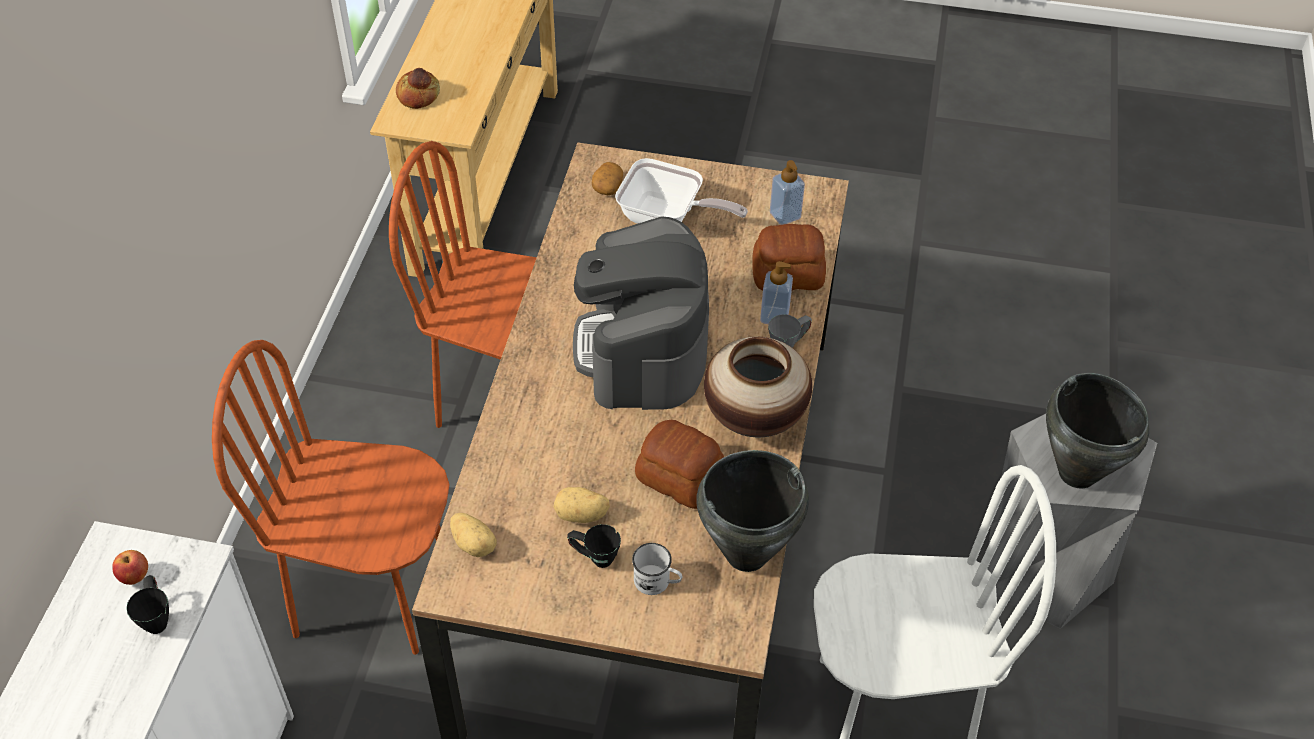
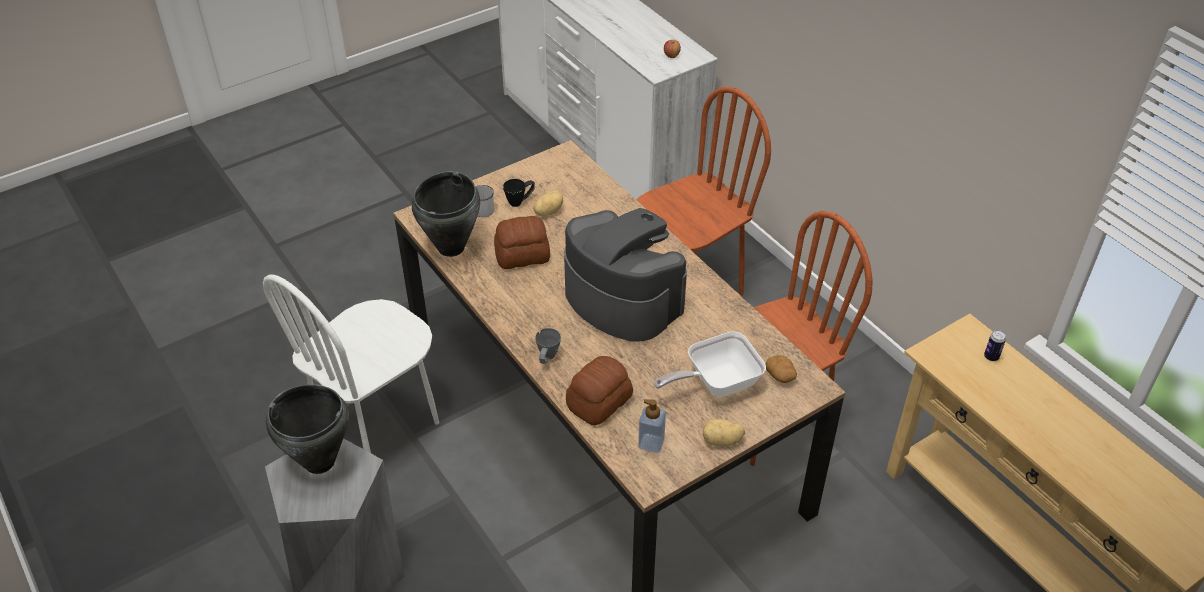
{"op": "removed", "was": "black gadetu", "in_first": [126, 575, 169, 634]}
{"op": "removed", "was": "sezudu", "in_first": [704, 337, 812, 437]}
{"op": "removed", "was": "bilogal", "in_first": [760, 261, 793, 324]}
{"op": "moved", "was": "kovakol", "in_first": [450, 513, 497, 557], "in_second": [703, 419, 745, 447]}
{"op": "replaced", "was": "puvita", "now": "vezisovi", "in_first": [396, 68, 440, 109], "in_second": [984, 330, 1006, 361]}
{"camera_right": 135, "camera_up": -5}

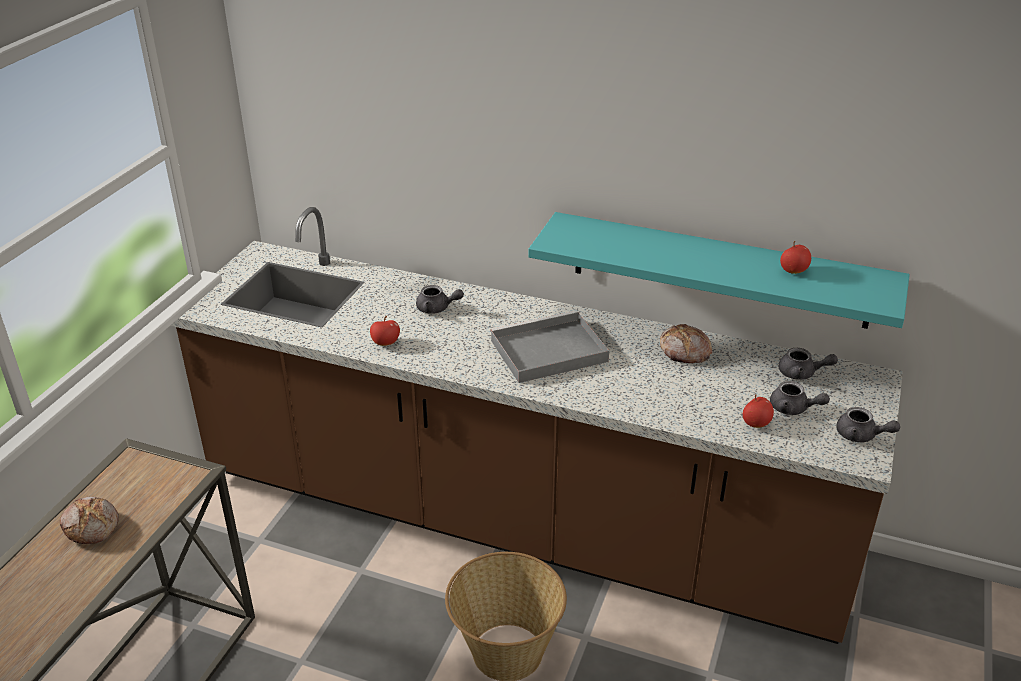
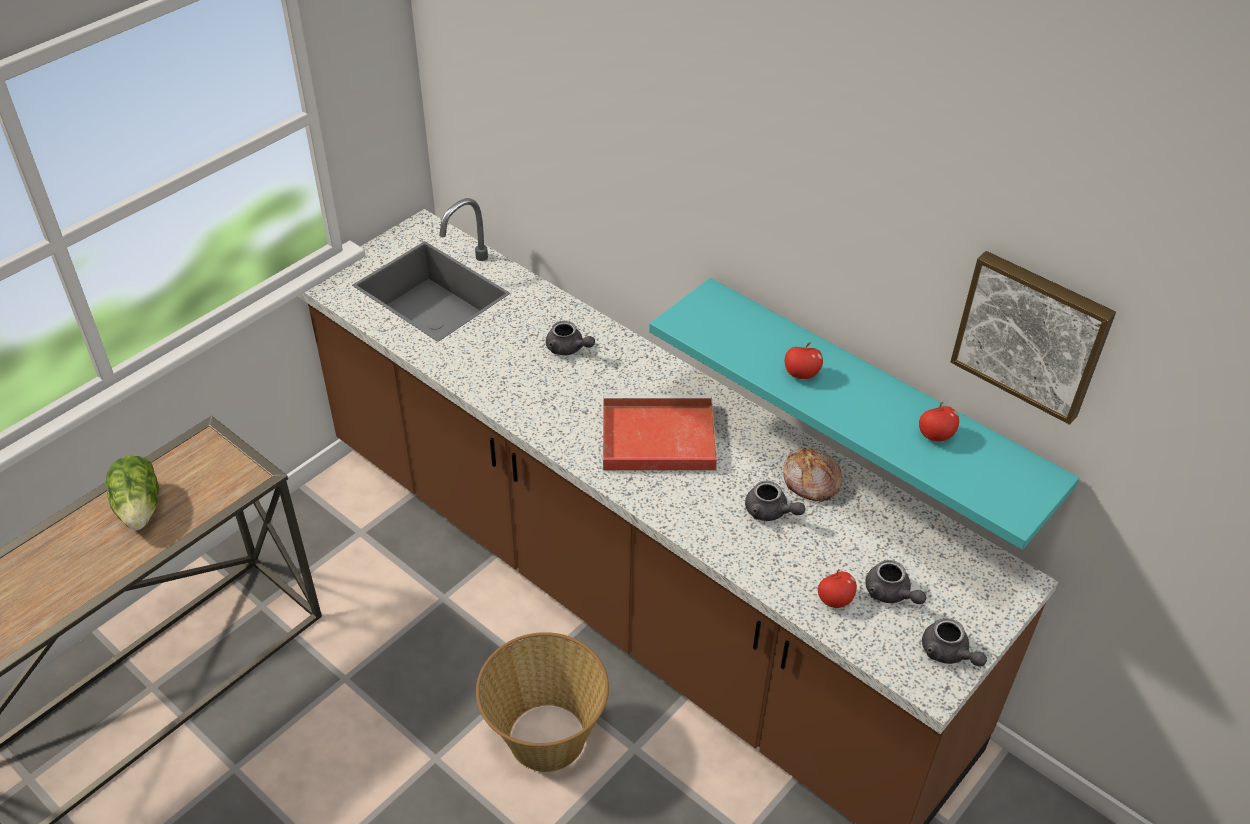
{"op": "added", "now": "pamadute", "in_second": [950, 251, 1116, 425]}
{"op": "moved", "was": "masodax", "in_first": [370, 316, 400, 346], "in_second": [785, 343, 823, 379]}
{"op": "moved", "was": "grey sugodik", "in_first": [779, 348, 838, 380], "in_second": [745, 481, 806, 521]}
{"op": "replaced", "was": "puvita", "now": "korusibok", "in_first": [60, 497, 119, 544], "in_second": [106, 455, 159, 530]}
{"op": "recoloured", "was": "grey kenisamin", "now": "red kenisamin", "in_first": [490, 311, 609, 383], "in_second": [603, 395, 717, 471]}
{"camera_right": 20, "camera_up": 10}

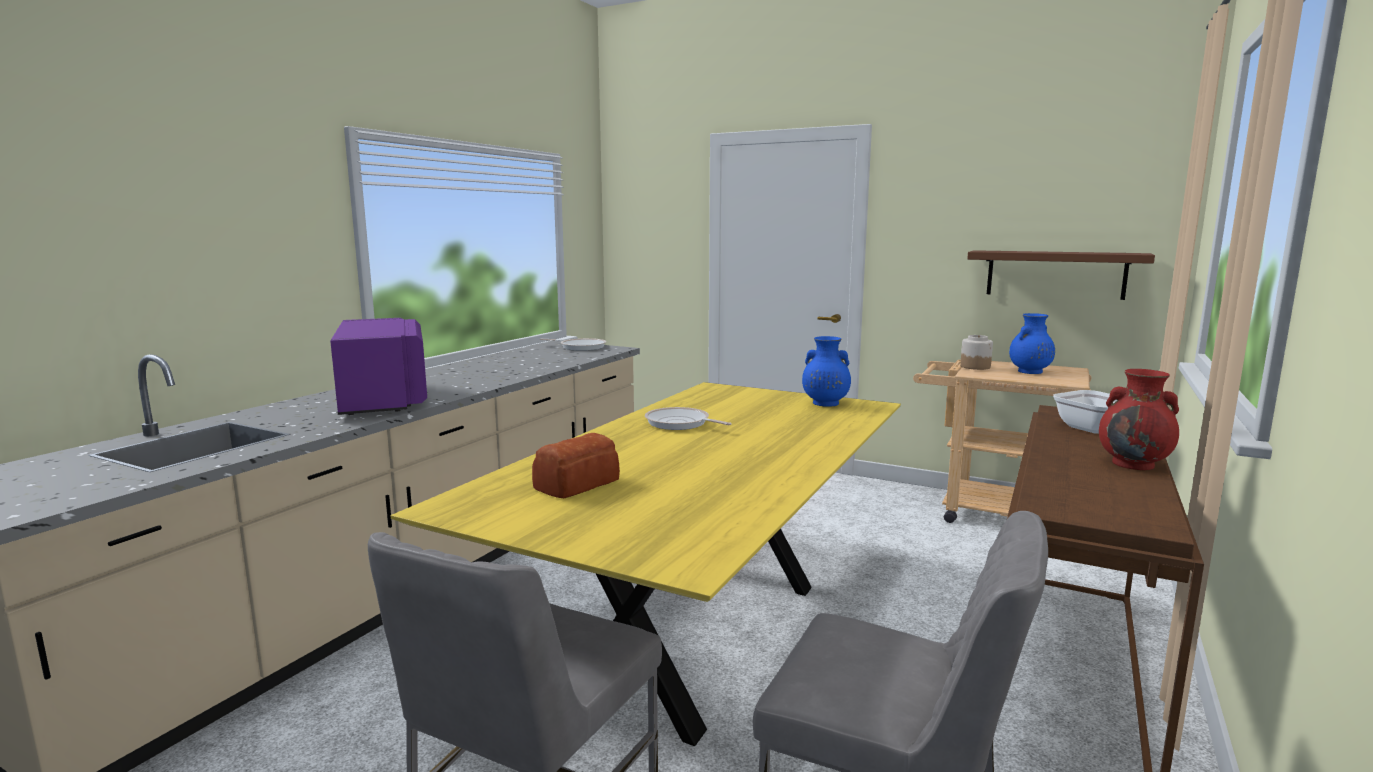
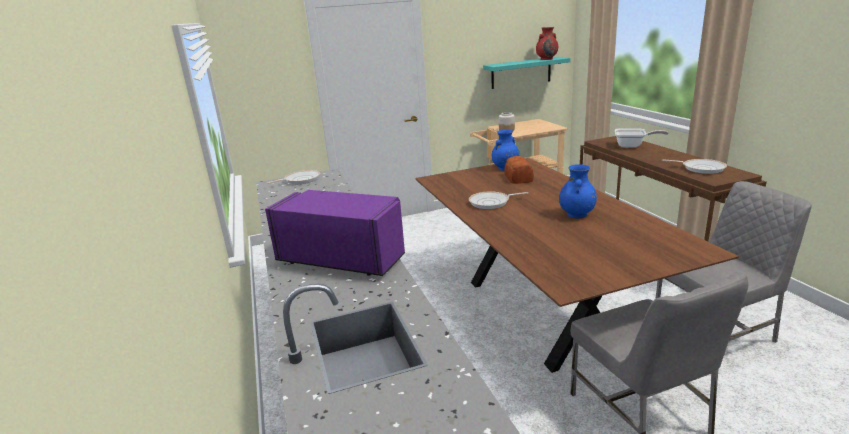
{"op": "added", "now": "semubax", "in_second": [662, 159, 727, 174]}
{"op": "moved", "was": "puvita", "in_first": [532, 433, 620, 498], "in_second": [504, 156, 534, 184]}
{"op": "moved", "was": "blue sezudu", "in_first": [1009, 313, 1055, 374], "in_second": [559, 164, 597, 218]}
{"op": "moved", "was": "red sezudu", "in_first": [1099, 369, 1179, 470], "in_second": [536, 27, 558, 60]}
{"op": "recoloured", "was": "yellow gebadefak", "now": "brown gebadefak", "in_first": [390, 382, 901, 746], "in_second": [415, 158, 739, 373]}
{"op": "recoloured", "was": "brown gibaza", "now": "turquoise gibaza", "in_first": [967, 250, 1155, 300], "in_second": [483, 57, 571, 89]}
{"camera_right": -45, "camera_up": 10}

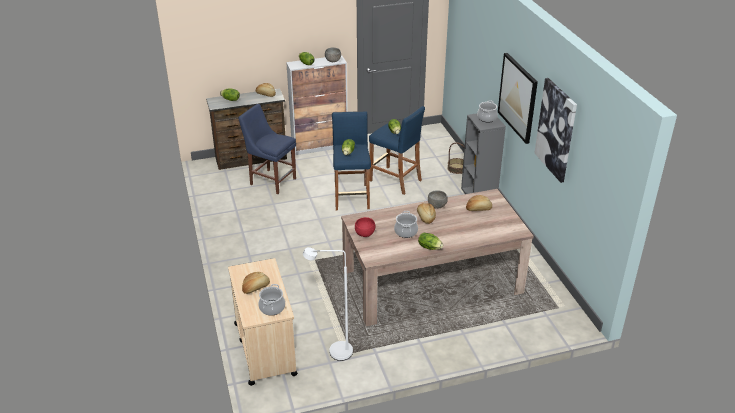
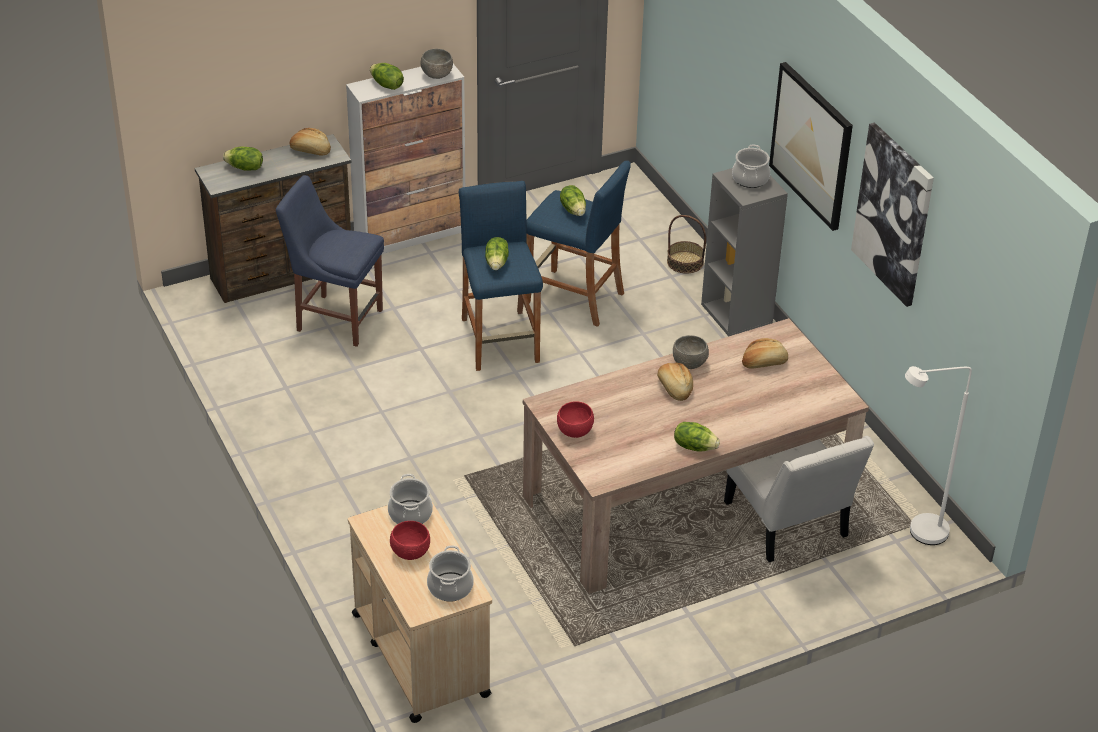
{"op": "added", "now": "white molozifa", "in_second": [724, 436, 874, 562]}
{"op": "moved", "was": "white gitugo", "in_first": [303, 247, 353, 361], "in_second": [905, 366, 972, 545]}
{"op": "moved", "was": "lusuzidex", "in_first": [394, 211, 418, 238], "in_second": [388, 474, 433, 524]}
{"op": "replaced", "was": "puvita", "now": "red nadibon", "in_first": [242, 272, 270, 294], "in_second": [390, 521, 430, 560]}
{"camera_right": -10, "camera_up": 5}

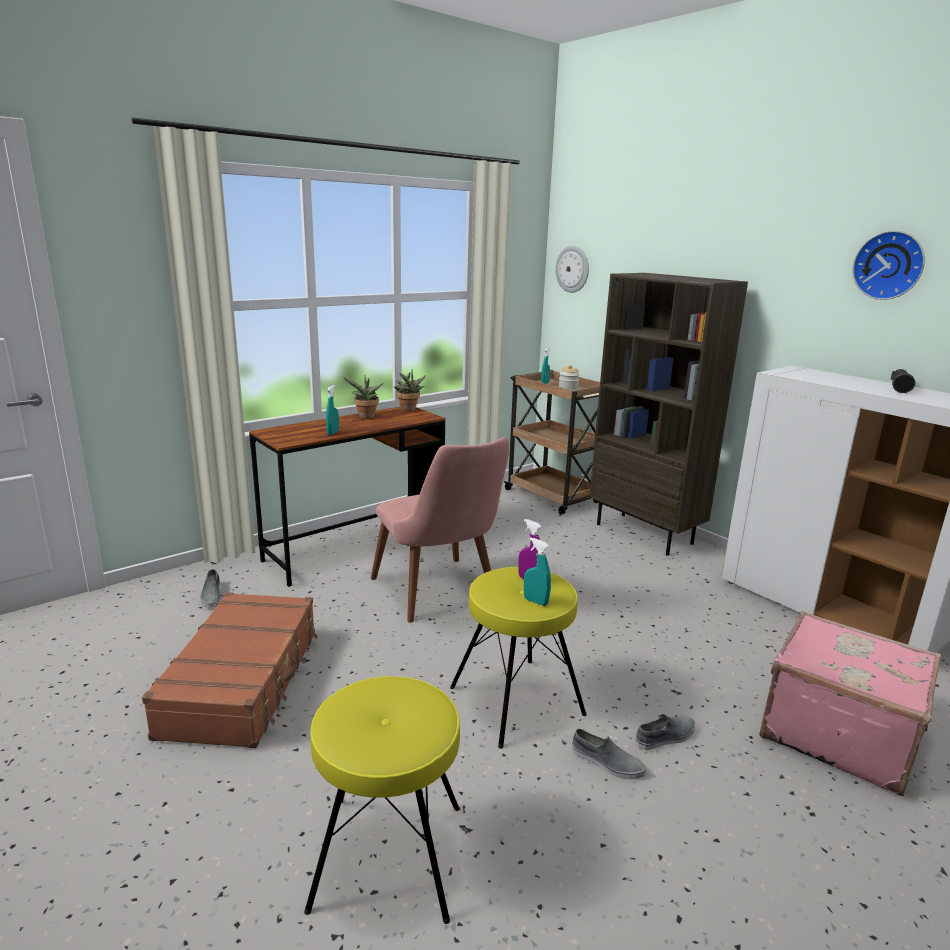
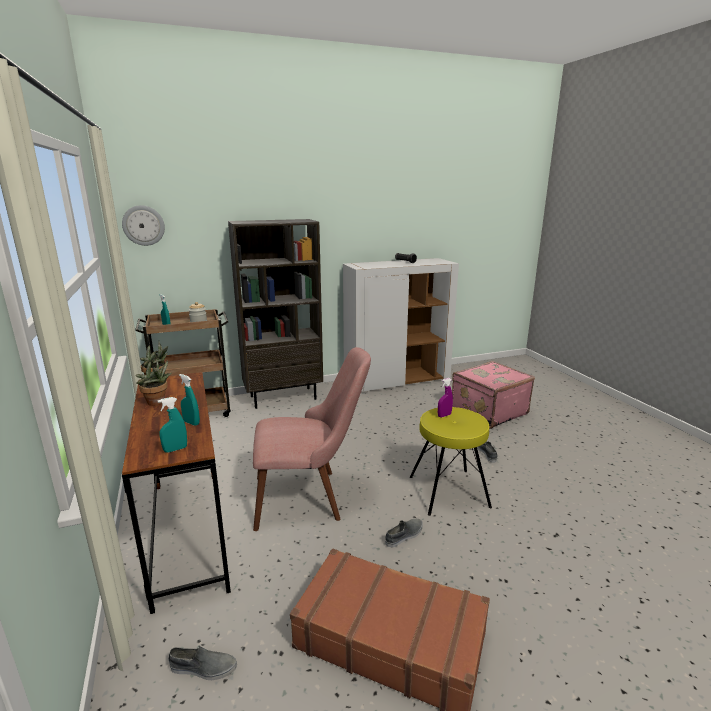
{"op": "removed", "was": "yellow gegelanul", "in_first": [304, 676, 460, 924]}
{"op": "removed", "was": "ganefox", "in_first": [852, 231, 925, 300]}
{"op": "moved", "was": "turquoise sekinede", "in_first": [524, 538, 551, 606], "in_second": [158, 397, 187, 453]}
{"op": "moved", "was": "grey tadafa", "in_first": [572, 729, 646, 779], "in_second": [385, 519, 423, 547]}
{"camera_right": -70, "camera_up": 0}

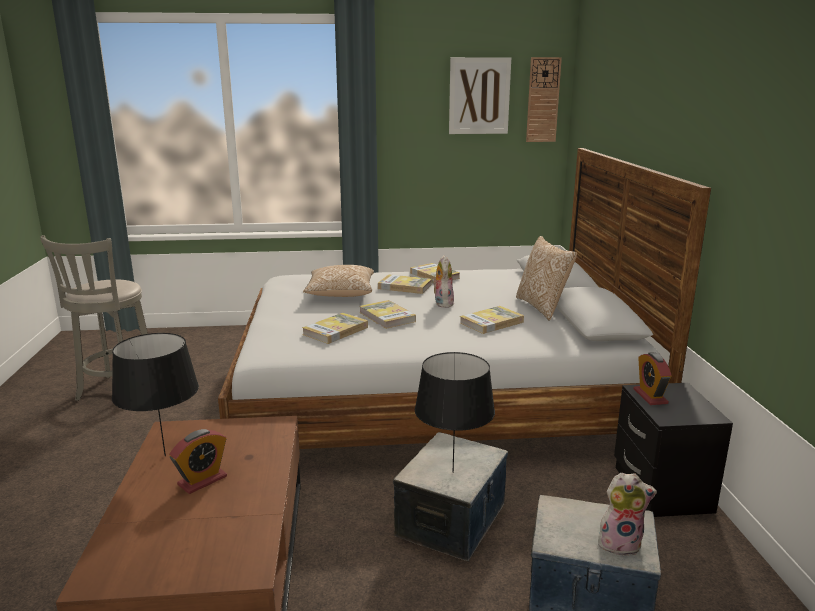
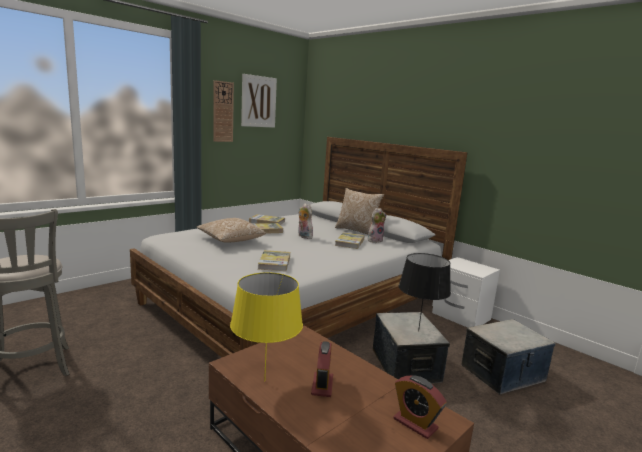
{"op": "removed", "was": "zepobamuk", "in_first": [359, 300, 416, 329]}
{"op": "moved", "was": "ganefox", "in_first": [526, 57, 562, 142], "in_second": [213, 80, 234, 142]}
{"op": "moved", "was": "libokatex", "in_first": [598, 473, 657, 556], "in_second": [368, 208, 387, 243]}
{"op": "moved", "was": "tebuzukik", "in_first": [633, 352, 672, 405], "in_second": [393, 375, 446, 439]}
{"op": "recoloured", "was": "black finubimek", "now": "yellow finubimek", "in_first": [112, 333, 199, 456], "in_second": [230, 272, 303, 382]}
{"op": "recoloured", "was": "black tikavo", "now": "white tikavo", "in_first": [614, 383, 733, 517], "in_second": [432, 257, 500, 328]}
{"camera_right": -40, "camera_up": -5}

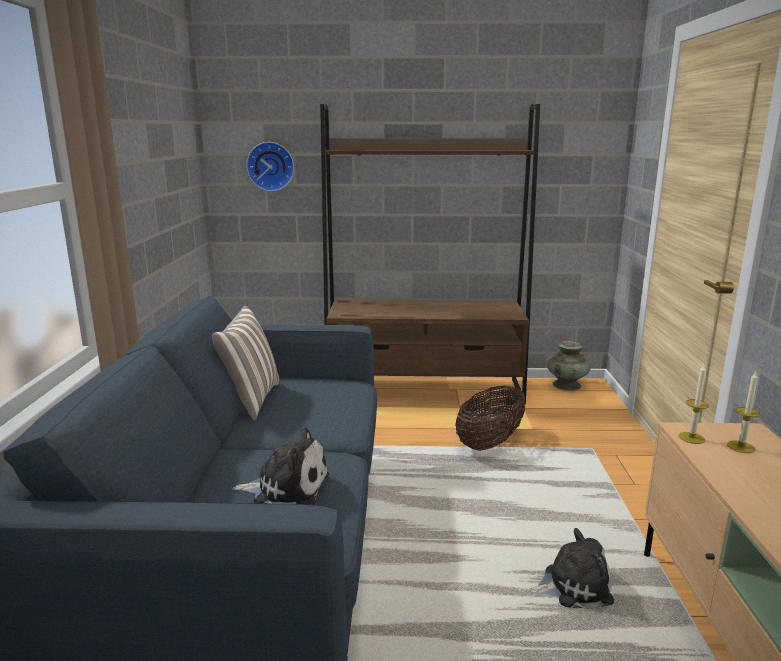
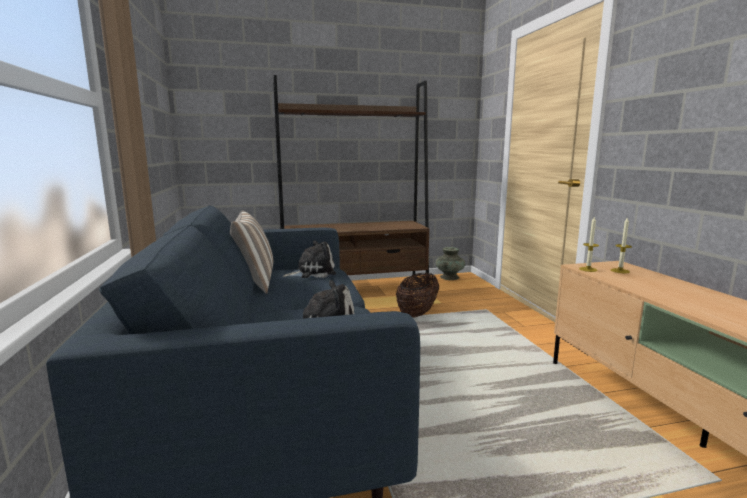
{"op": "removed", "was": "ganefox", "in_first": [246, 142, 294, 191]}
{"op": "moved", "was": "libokatex", "in_first": [529, 528, 614, 609], "in_second": [283, 240, 336, 278]}
{"camera_right": -15, "camera_up": -5}

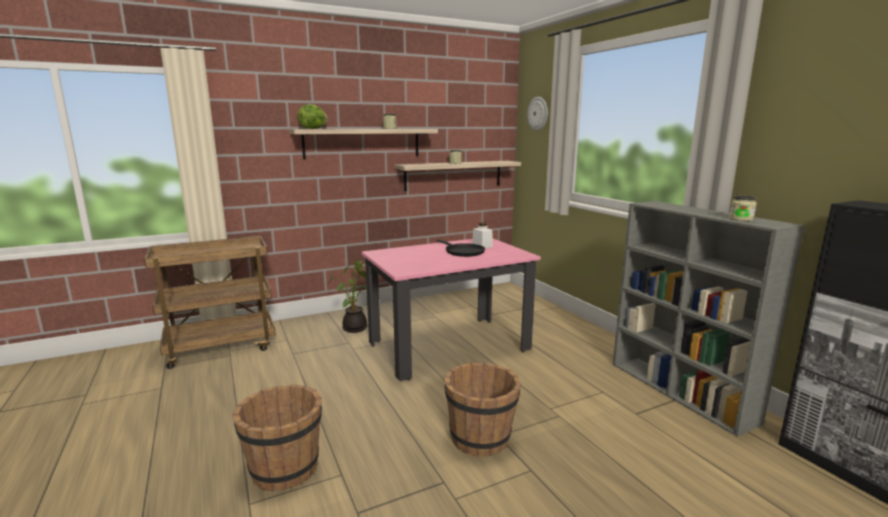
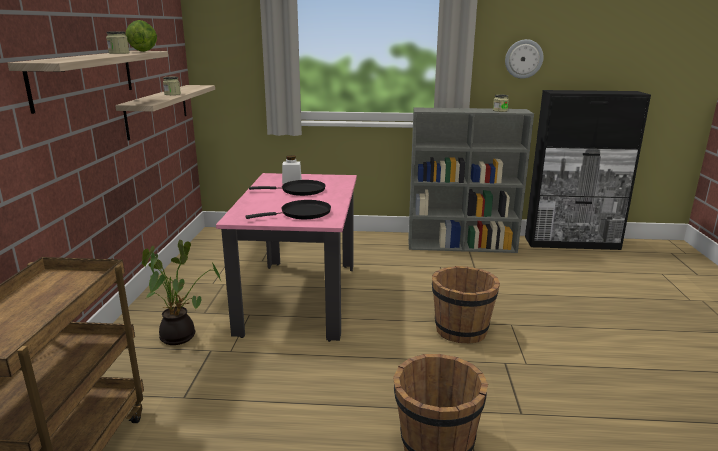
{"op": "added", "now": "black semubax", "in_second": [245, 200, 331, 219]}
{"op": "moved", "was": "korusibok", "in_first": [297, 104, 328, 129], "in_second": [125, 20, 157, 52]}
{"op": "moved", "was": "ganefox", "in_first": [527, 97, 548, 131], "in_second": [505, 39, 544, 79]}
{"camera_right": -60, "camera_up": 5}

